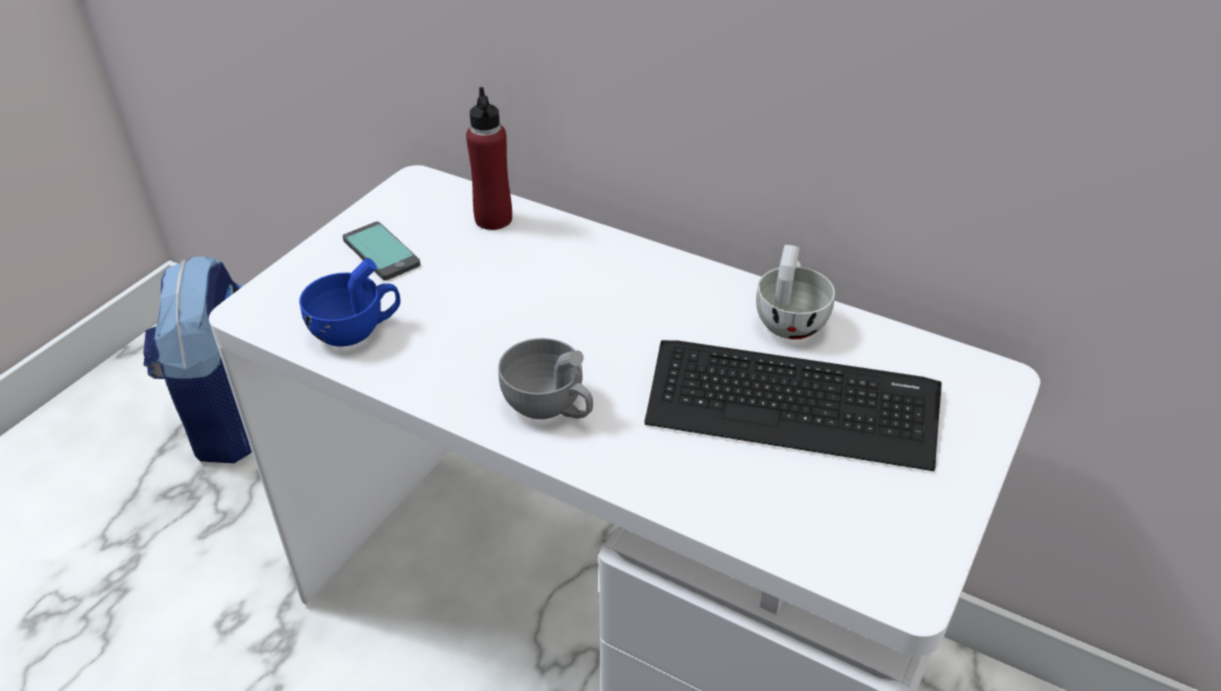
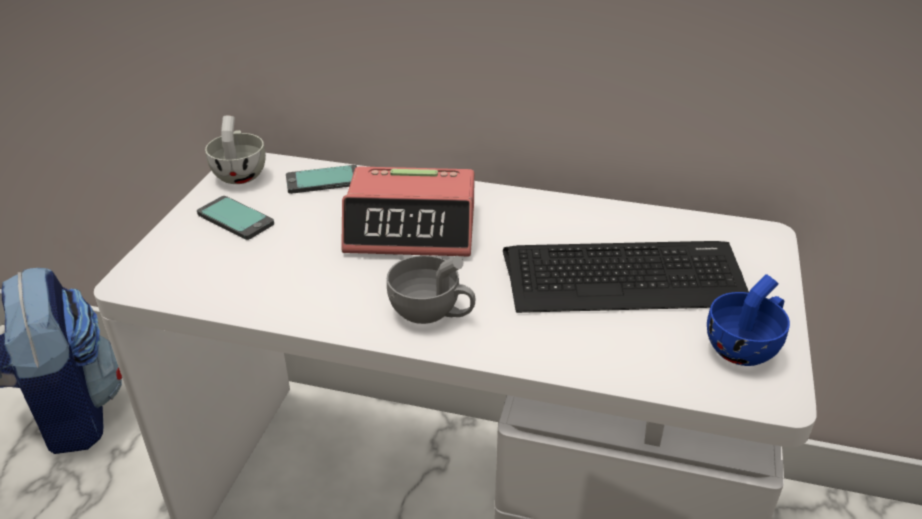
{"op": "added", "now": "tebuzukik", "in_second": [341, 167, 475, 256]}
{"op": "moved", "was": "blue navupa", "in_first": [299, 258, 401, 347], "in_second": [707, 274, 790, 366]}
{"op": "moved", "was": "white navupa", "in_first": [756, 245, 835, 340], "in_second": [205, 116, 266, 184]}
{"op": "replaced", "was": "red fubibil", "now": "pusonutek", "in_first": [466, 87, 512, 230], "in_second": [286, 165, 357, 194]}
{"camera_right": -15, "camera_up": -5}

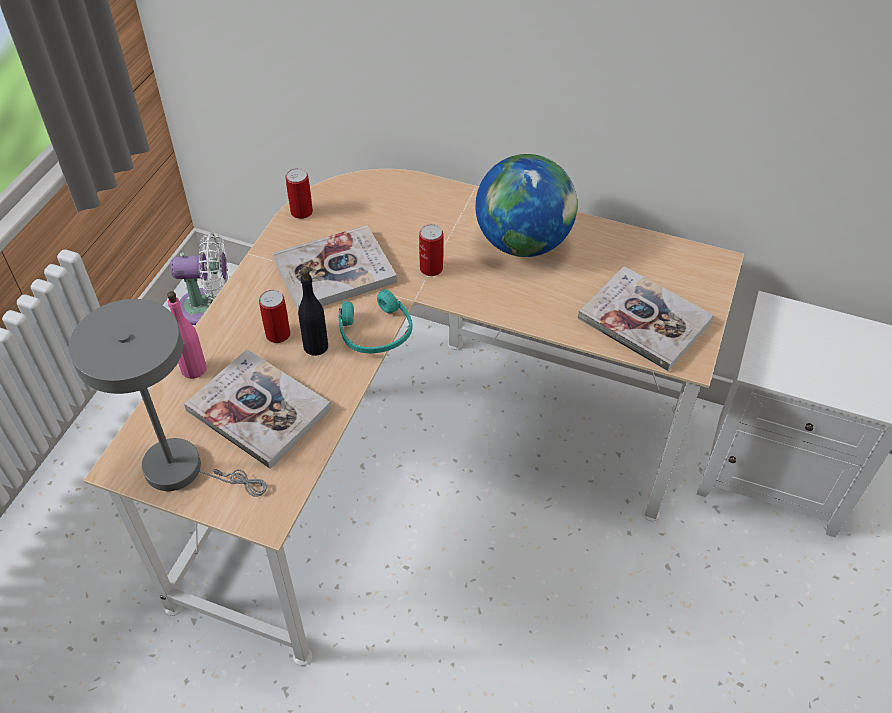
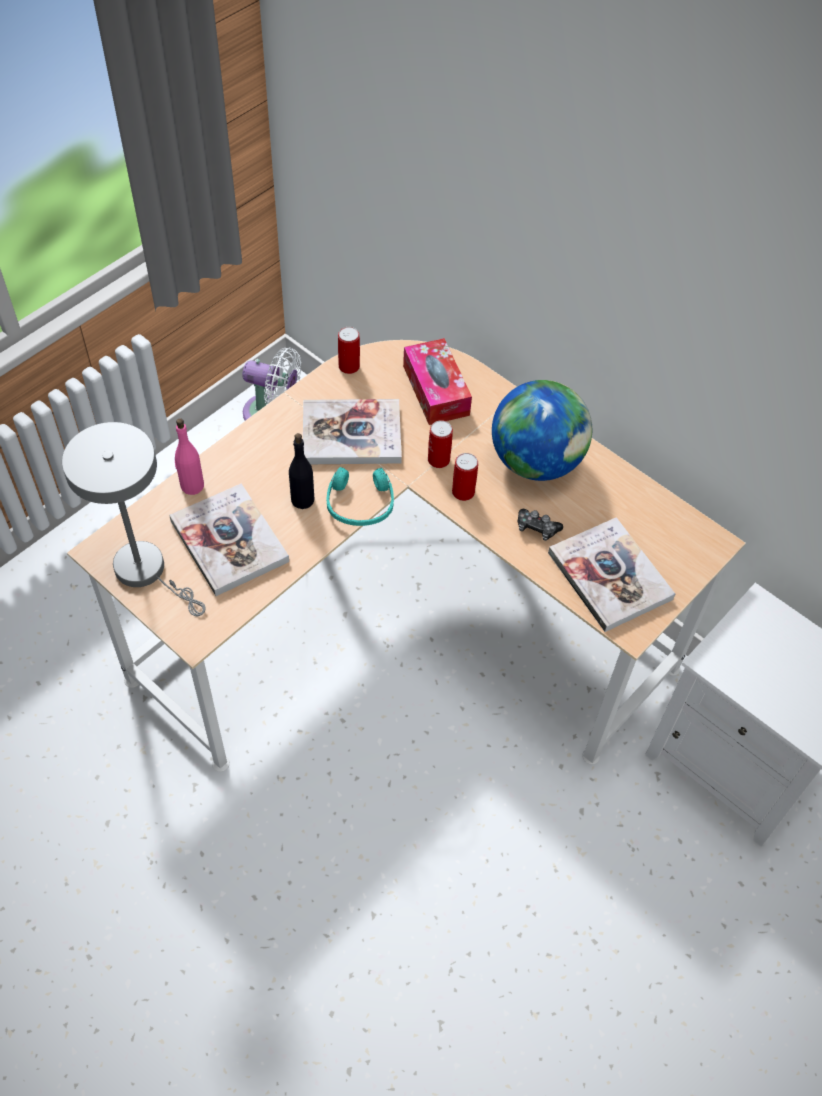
{"op": "added", "now": "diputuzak", "in_second": [403, 338, 472, 425]}
{"op": "added", "now": "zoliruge", "in_second": [518, 509, 563, 541]}
{"op": "moved", "was": "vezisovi", "in_first": [259, 290, 290, 343], "in_second": [452, 453, 478, 501]}
{"camera_right": 20, "camera_up": 5}

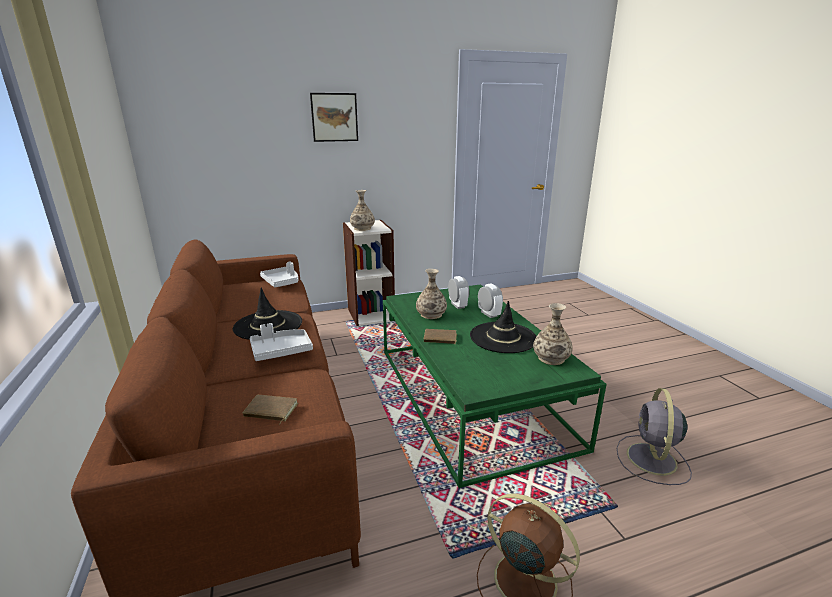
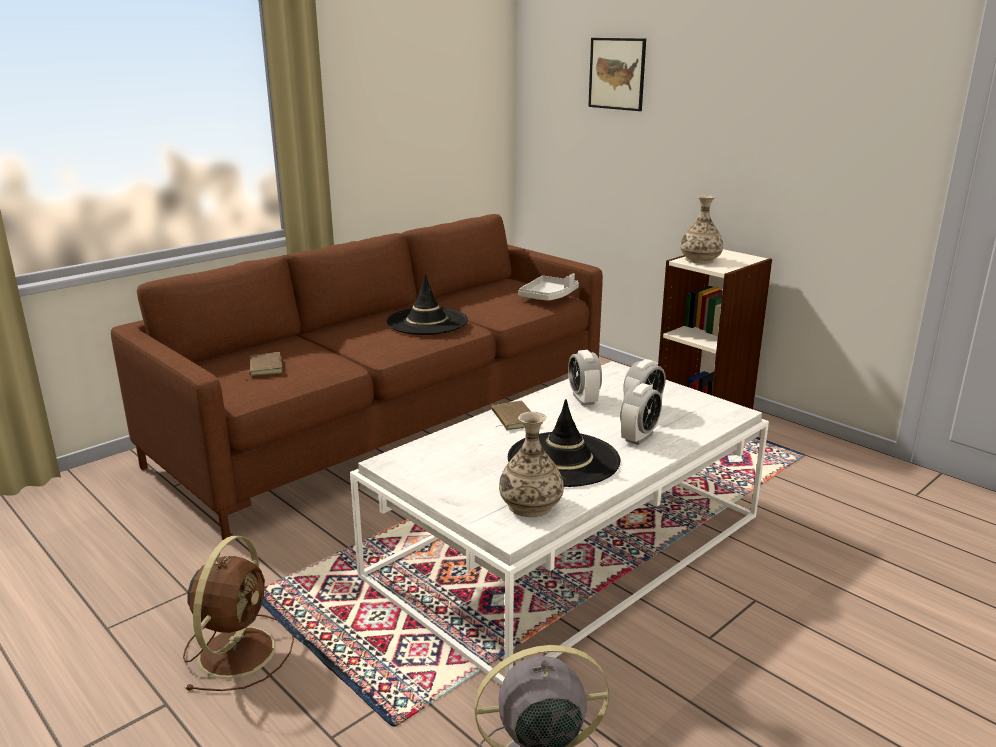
{"op": "removed", "was": "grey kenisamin", "in_first": [250, 323, 313, 361]}
{"op": "moved", "was": "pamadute", "in_first": [310, 93, 358, 142], "in_second": [588, 38, 646, 111]}
{"op": "replaced", "was": "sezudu", "now": "tebuzukik", "in_first": [416, 269, 447, 319], "in_second": [568, 350, 602, 406]}
{"op": "recoloured", "was": "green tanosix", "now": "white tanosix", "in_first": [383, 284, 607, 488], "in_second": [350, 361, 769, 685]}
{"camera_right": 65, "camera_up": 0}

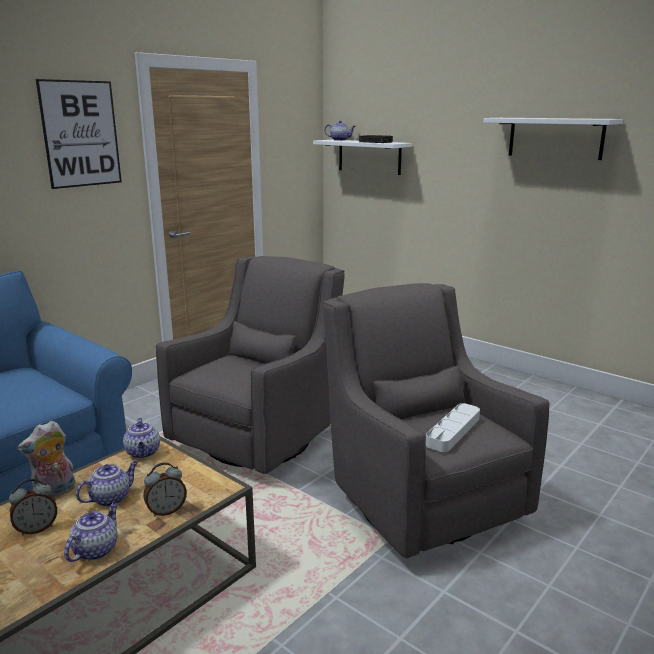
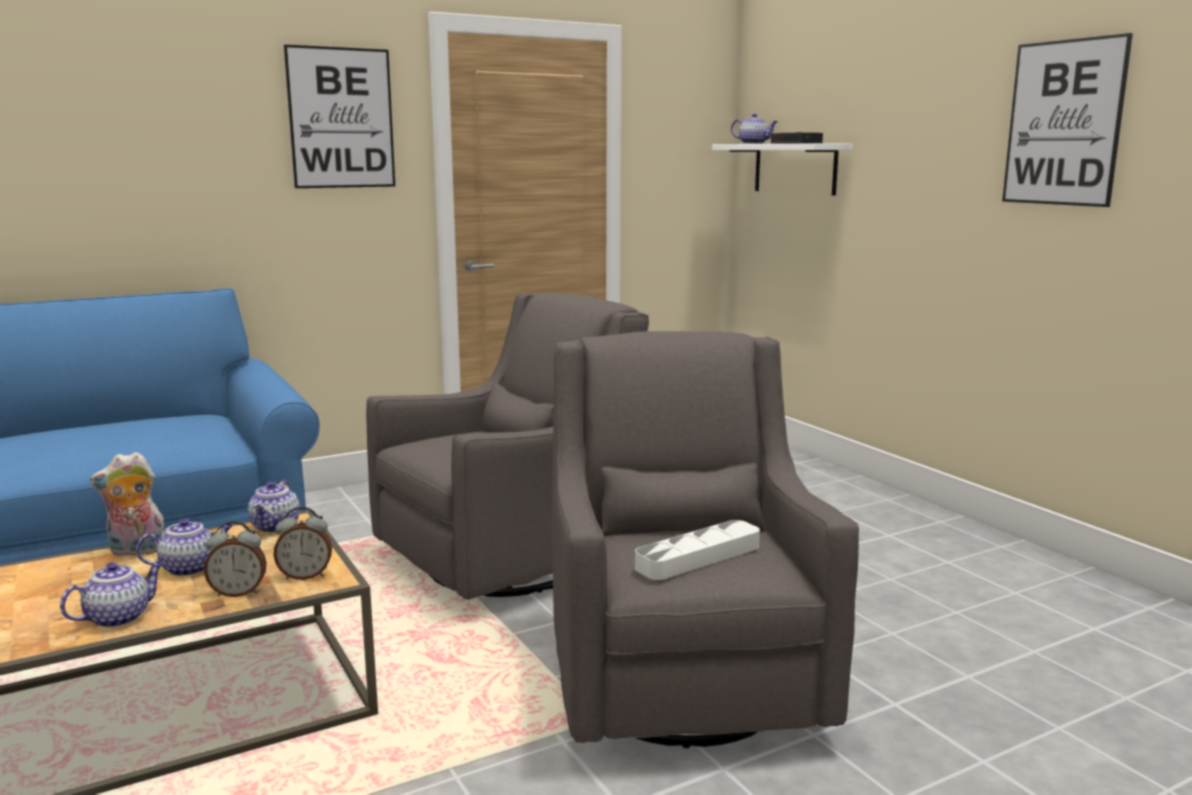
{"op": "moved", "was": "tebuzukik", "in_first": [9, 479, 57, 535], "in_second": [273, 507, 332, 580]}
{"op": "replaced", "was": "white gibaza", "now": "pamadute", "in_first": [483, 118, 623, 160], "in_second": [1002, 33, 1133, 207]}
{"camera_right": 20, "camera_up": -5}

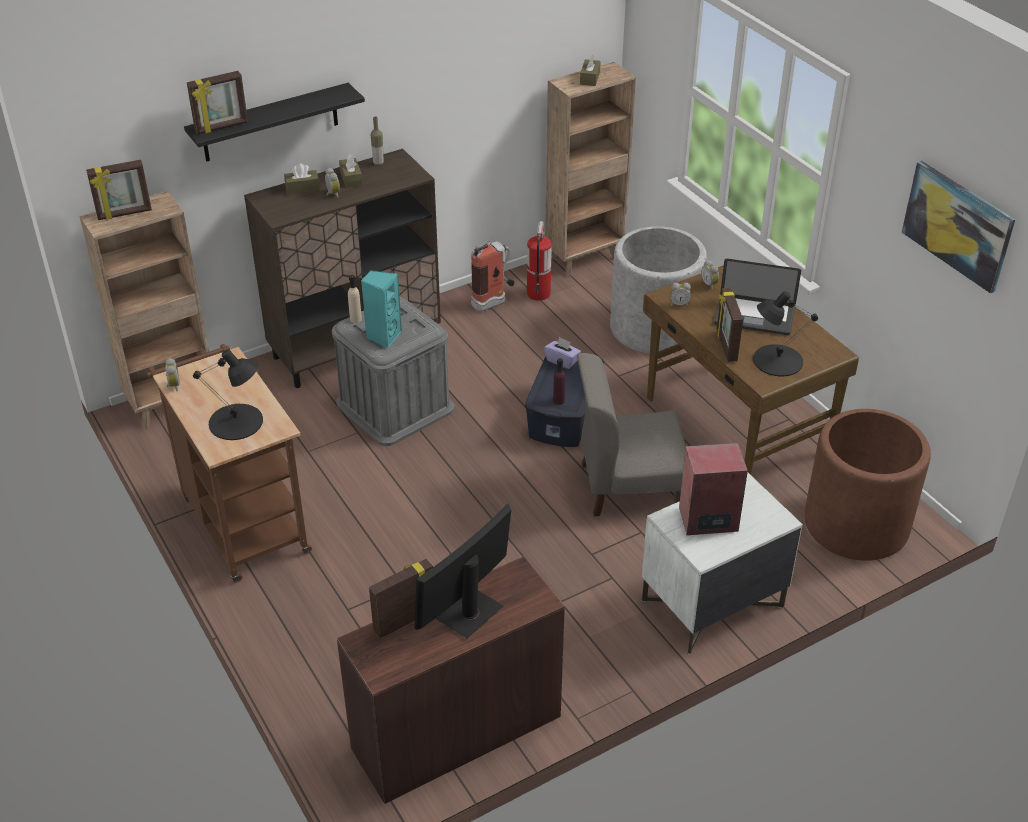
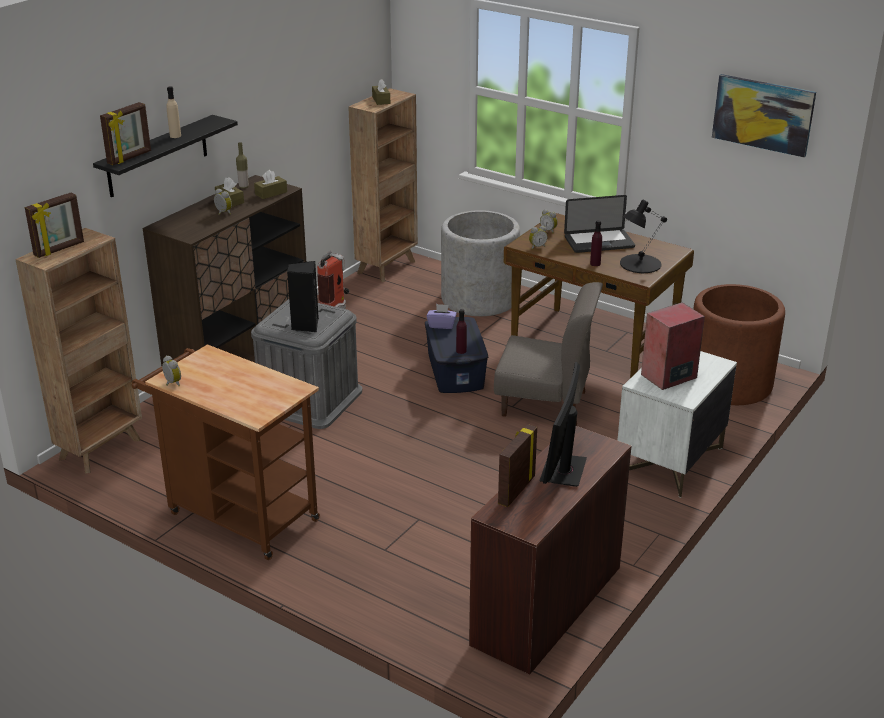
{"op": "removed", "was": "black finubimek", "in_first": [193, 349, 263, 440]}
{"op": "removed", "was": "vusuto", "in_first": [527, 221, 552, 301]}
{"op": "moved", "was": "brown diputuzak", "in_first": [284, 163, 320, 195], "in_second": [254, 170, 287, 199]}
{"op": "moved", "was": "beige fubibil", "in_first": [348, 275, 362, 323], "in_second": [167, 86, 181, 138]}
{"op": "replaced", "was": "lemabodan", "now": "purple fubibil", "in_first": [717, 288, 743, 362], "in_second": [590, 220, 602, 266]}
{"op": "recoloured", "was": "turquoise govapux", "now": "black govapux", "in_first": [361, 270, 402, 348], "in_second": [287, 261, 319, 332]}
{"op": "turned", "was": "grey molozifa", "in_first": [577, 353, 686, 516], "in_second": [494, 282, 603, 426], "clockwise": -135}
{"camera_right": -25, "camera_up": -10}

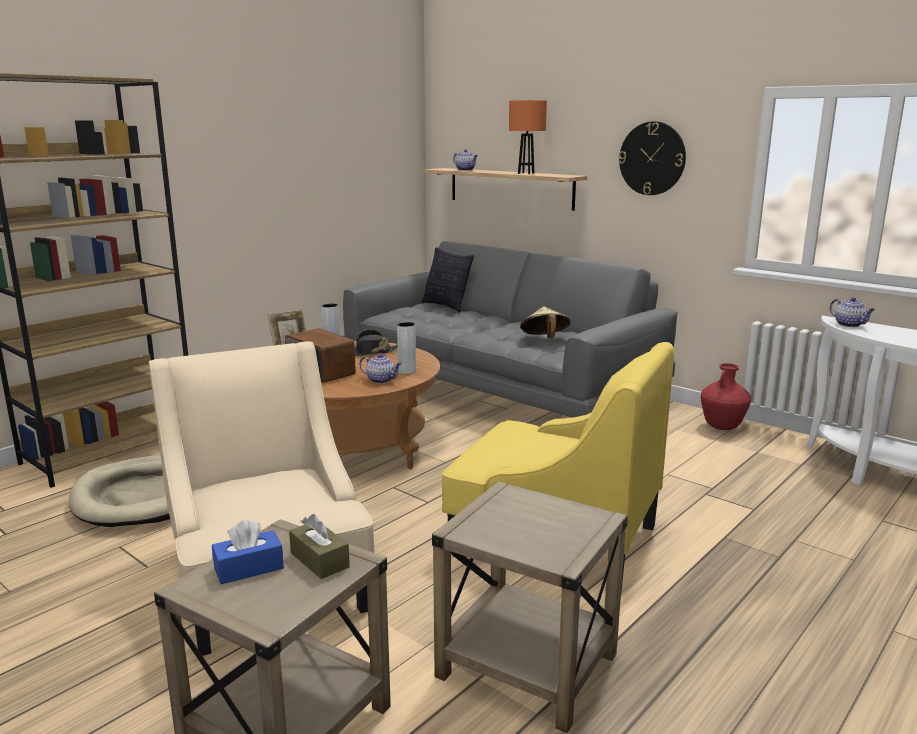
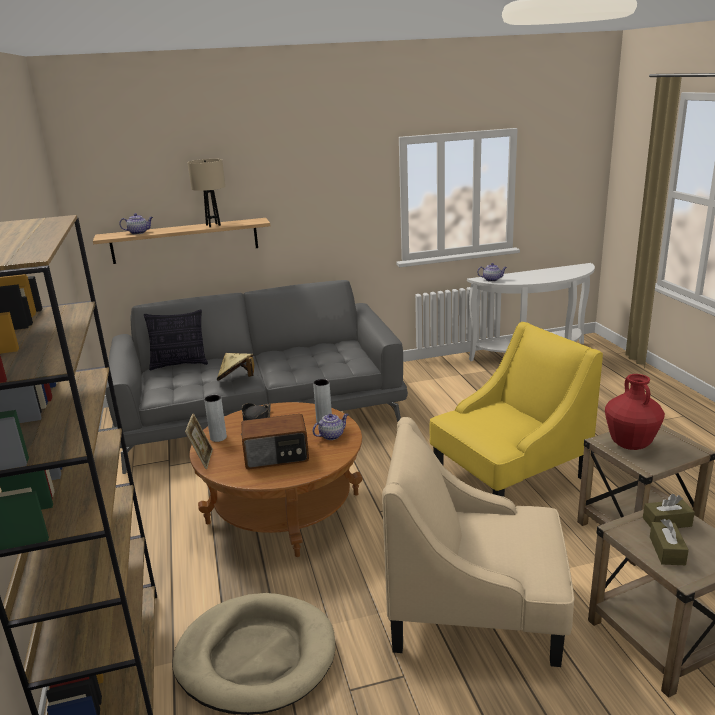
{"op": "removed", "was": "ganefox", "in_first": [619, 121, 686, 195]}
{"op": "moved", "was": "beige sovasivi", "in_first": [520, 306, 571, 338], "in_second": [217, 353, 254, 381]}
{"op": "moved", "was": "red sezudu", "in_first": [701, 363, 751, 430], "in_second": [605, 374, 665, 450]}
{"op": "recoloured", "was": "blue diputuzak", "now": "brown diputuzak", "in_first": [212, 519, 284, 584], "in_second": [650, 519, 689, 565]}
{"op": "recoloured", "was": "orange finubimek", "now": "beige finubimek", "in_first": [509, 100, 547, 174], "in_second": [187, 159, 225, 227]}
{"camera_right": -55, "camera_up": 5}

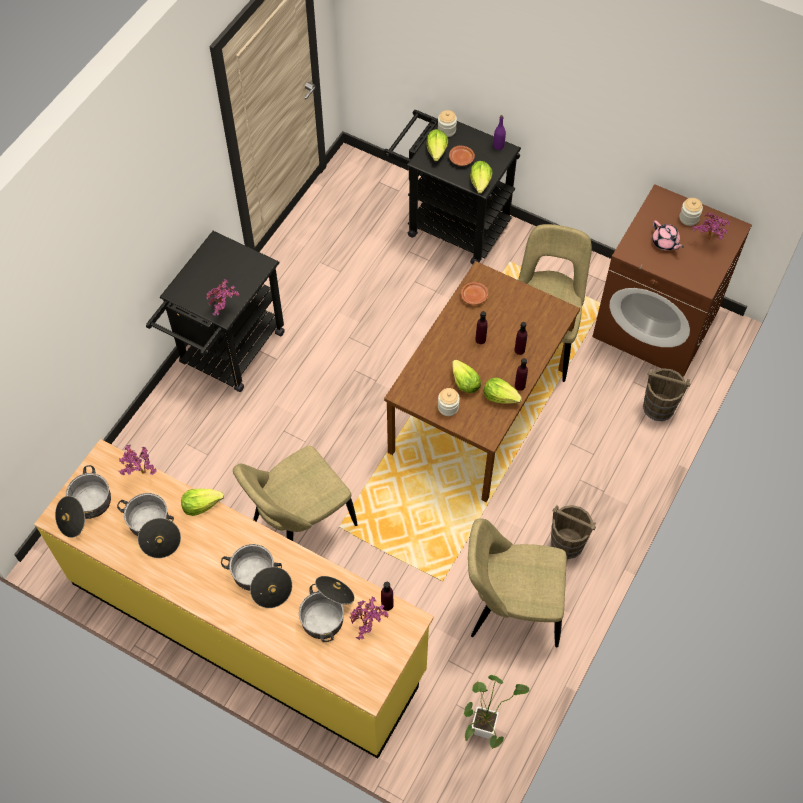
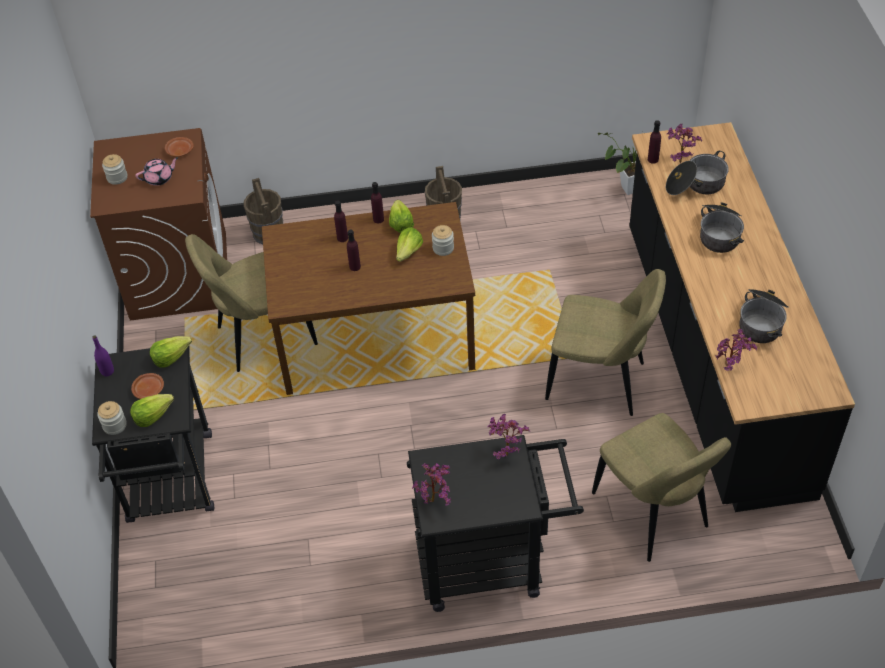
{"op": "removed", "was": "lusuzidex", "in_first": [55, 465, 111, 538]}
{"op": "removed", "was": "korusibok", "in_first": [181, 489, 224, 516]}
{"op": "moved", "was": "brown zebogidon", "in_first": [461, 282, 488, 305], "in_second": [165, 137, 194, 157]}
{"op": "moved", "was": "beige molozifa", "in_first": [468, 518, 567, 648], "in_second": [592, 413, 731, 562]}
{"op": "moved", "was": "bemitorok", "in_first": [692, 212, 730, 240], "in_second": [412, 463, 451, 506]}
{"op": "recoloured", "was": "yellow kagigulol", "now": "black kagigulol", "in_first": [34, 439, 434, 758], "in_second": [629, 122, 855, 512]}
{"op": "turned", "was": "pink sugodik", "in_first": [652, 220, 684, 250], "in_second": [135, 157, 179, 186], "clockwise": 45}
{"camera_right": -125, "camera_up": -10}

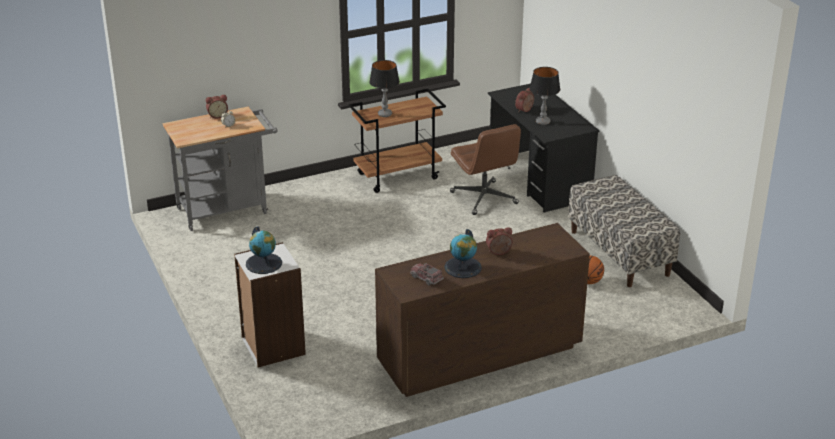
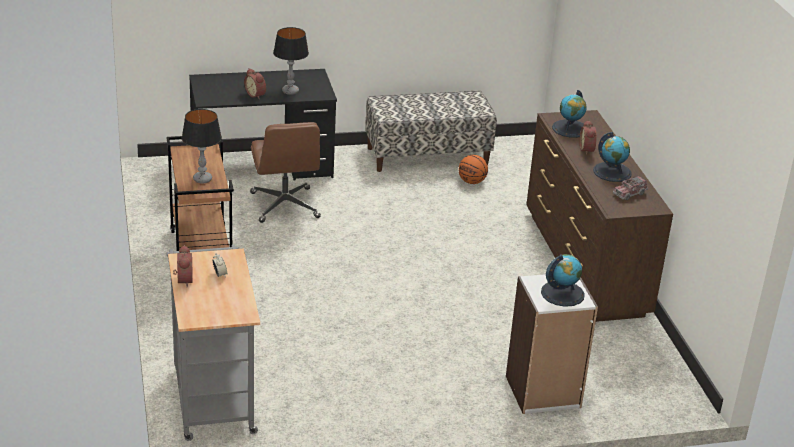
{"op": "added", "now": "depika", "in_second": [552, 90, 587, 138]}
{"op": "turned", "was": "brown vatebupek", "in_first": [450, 124, 521, 215], "in_second": [250, 122, 321, 223], "clockwise": 90}
{"camera_right": -80, "camera_up": 0}

